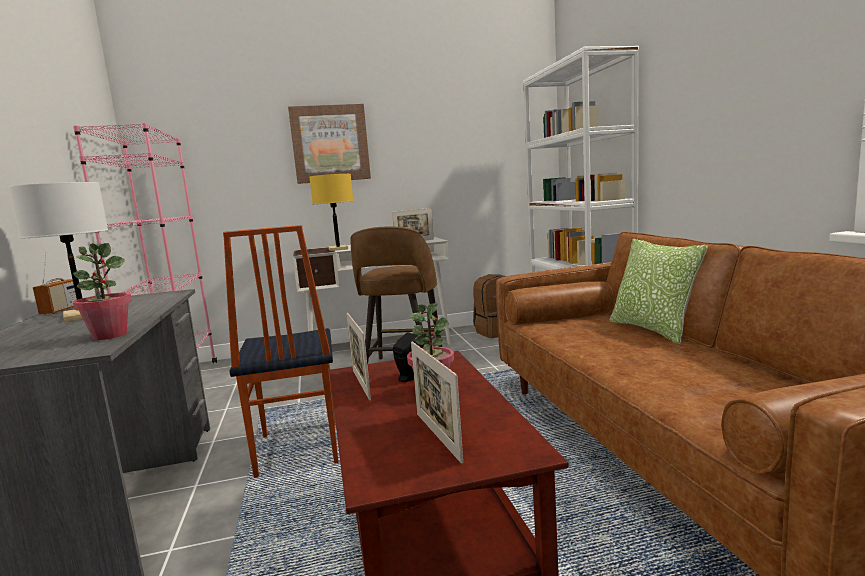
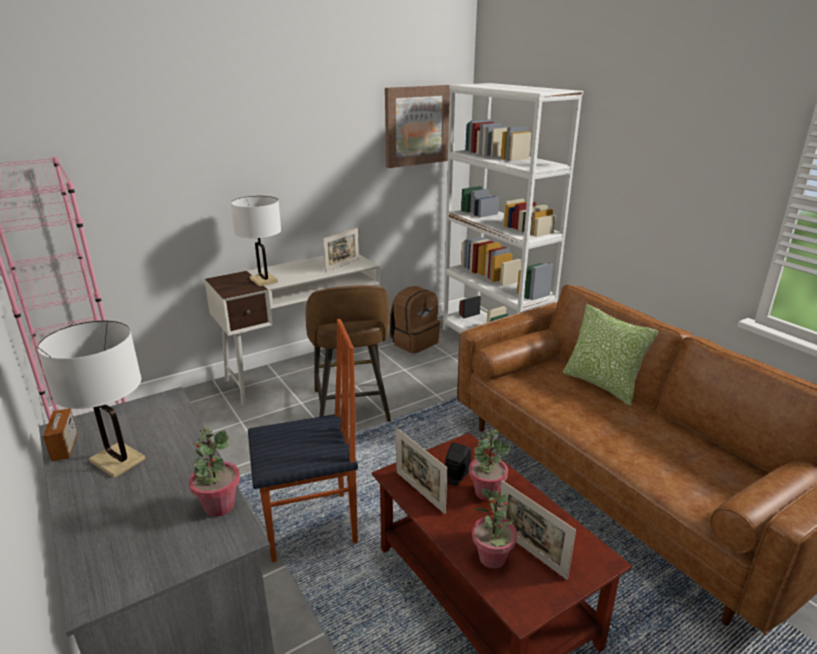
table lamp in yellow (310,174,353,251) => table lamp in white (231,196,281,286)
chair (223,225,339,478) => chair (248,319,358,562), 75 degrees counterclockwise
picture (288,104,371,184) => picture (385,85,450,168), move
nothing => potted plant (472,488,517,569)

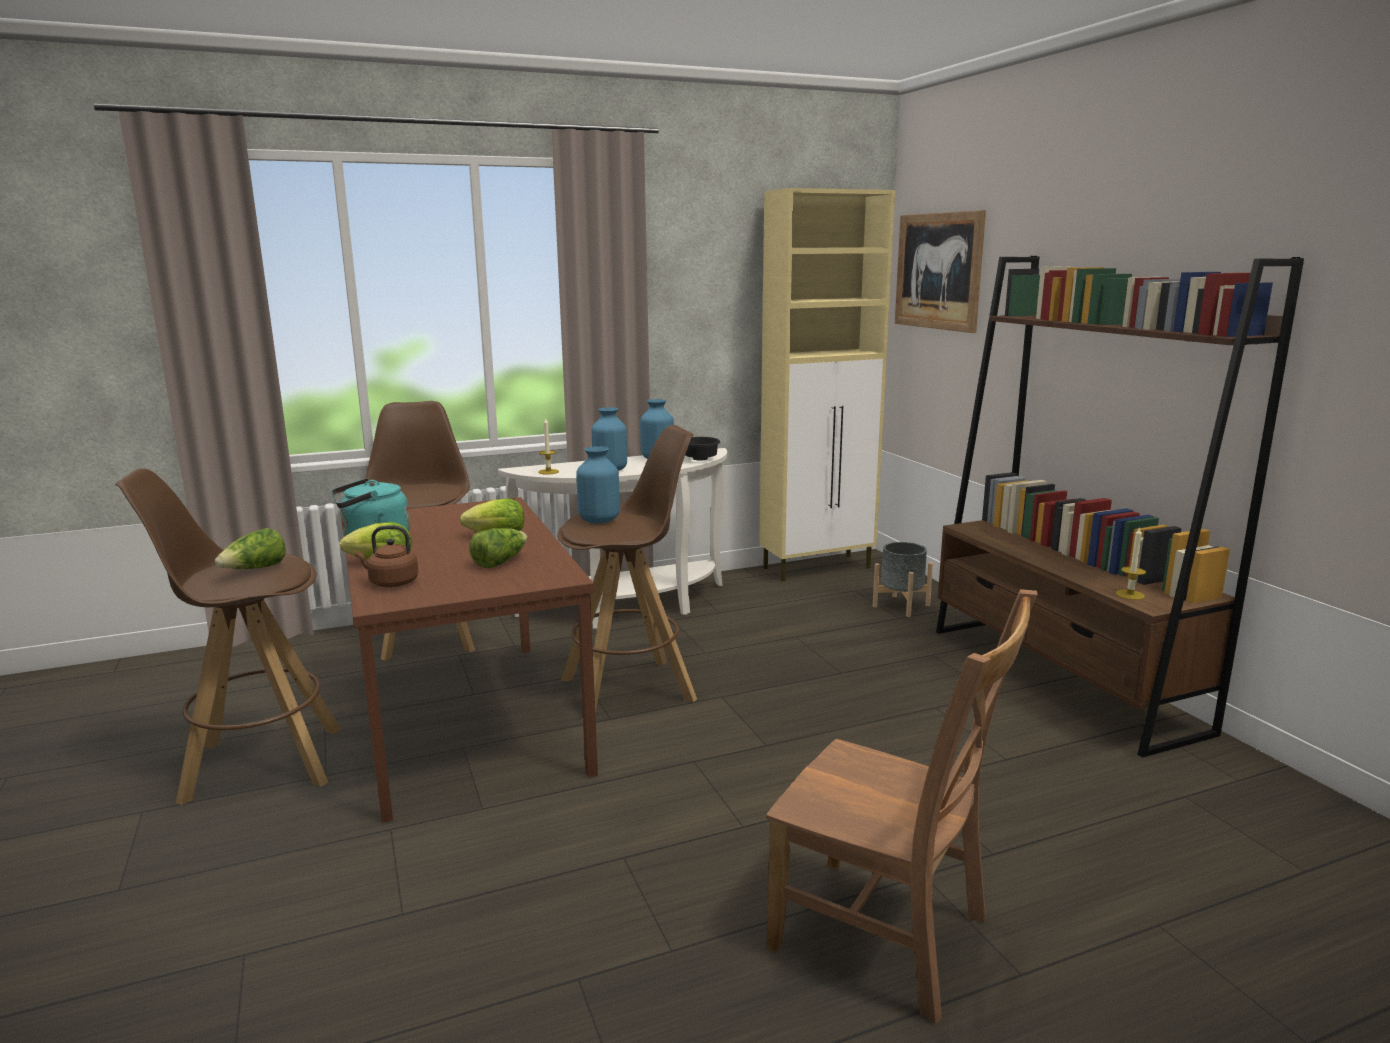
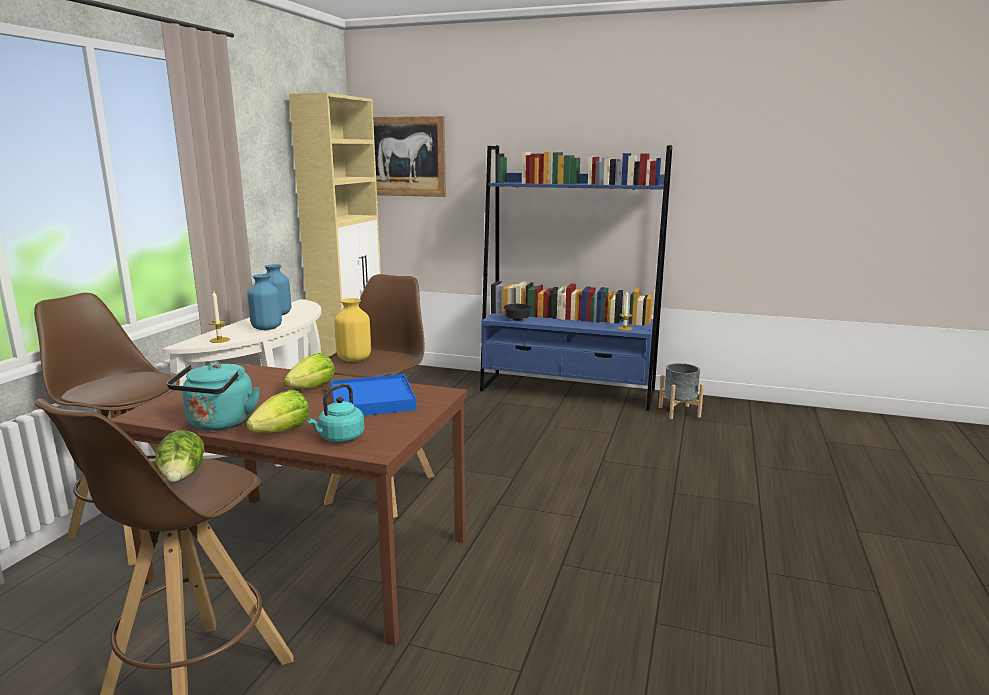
kettle in brown (355,526,419,587) => kettle in turquoise (307,384,364,442)
lettuce (469,528,528,568) => tray in blue (331,374,417,416)
vase in blue (576,446,620,524) => vase in yellow (334,298,371,362)
bookcase in brown (936,256,1304,757) => bookcase in blue (480,145,672,411)
bowl in black (685,437,720,461) => bowl in black (504,304,532,321), move
planter in grey (873,542,933,617) => planter in grey (659,363,704,419), move
chair in brown (766,589,1037,1024) => nothing

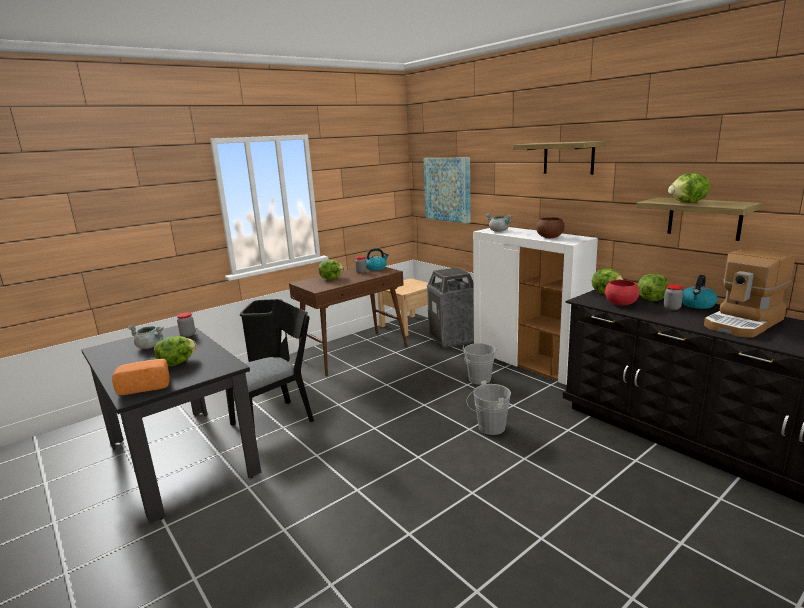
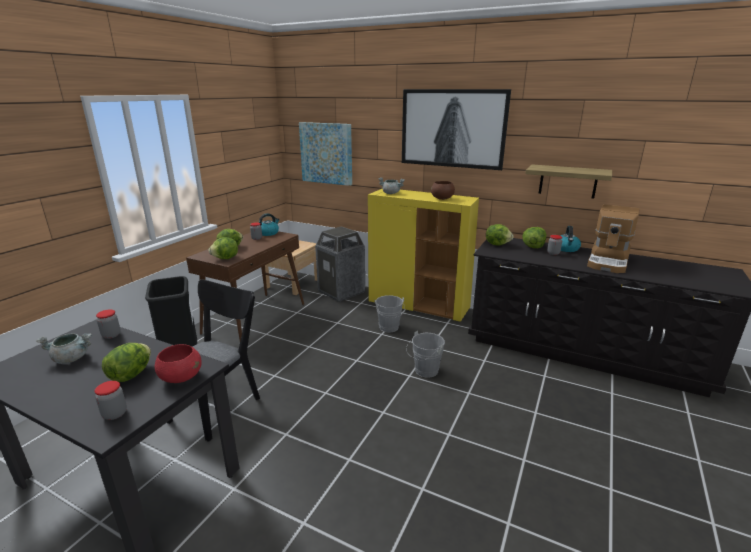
bread (112,359,170,395) => jar (94,381,127,420)
bowl in red (605,280,640,305) => bowl in red (155,344,202,383), move
lettuce (668,173,710,203) => lettuce (209,237,238,259), move
cabinet in white (473,227,598,386) => cabinet in yellow (368,189,479,322)
shelf (513,141,607,175) => picture (402,89,511,170)

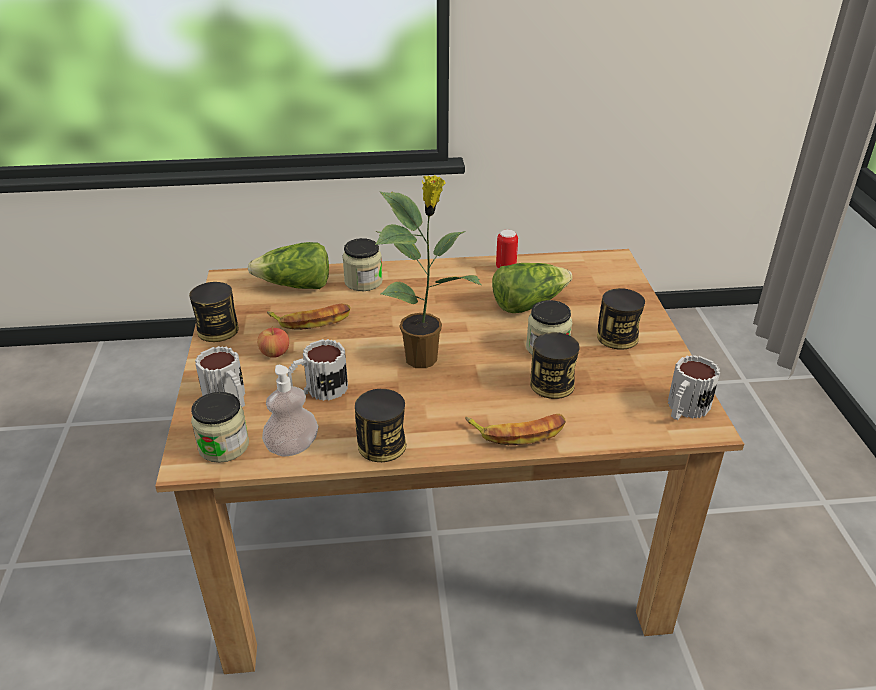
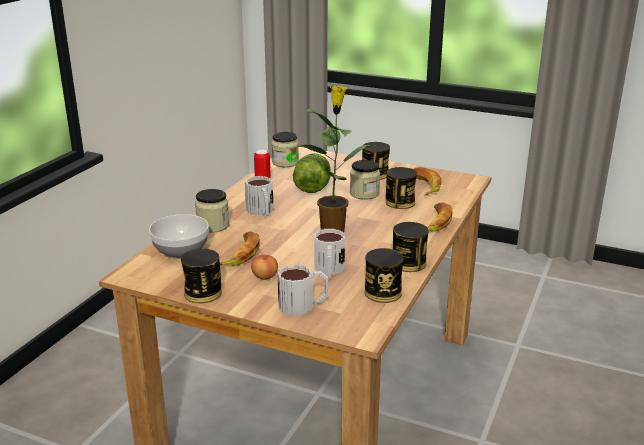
lettuce (248,242,329,289) => bowl (149,214,209,259)
mug (668,355,720,420) => mug (245,176,273,217), move
jar (191,392,249,463) => jar (271,132,299,167), move
soap dispenser (262,365,319,456) => can (365,248,403,303)
nothing => banana (413,167,442,196)

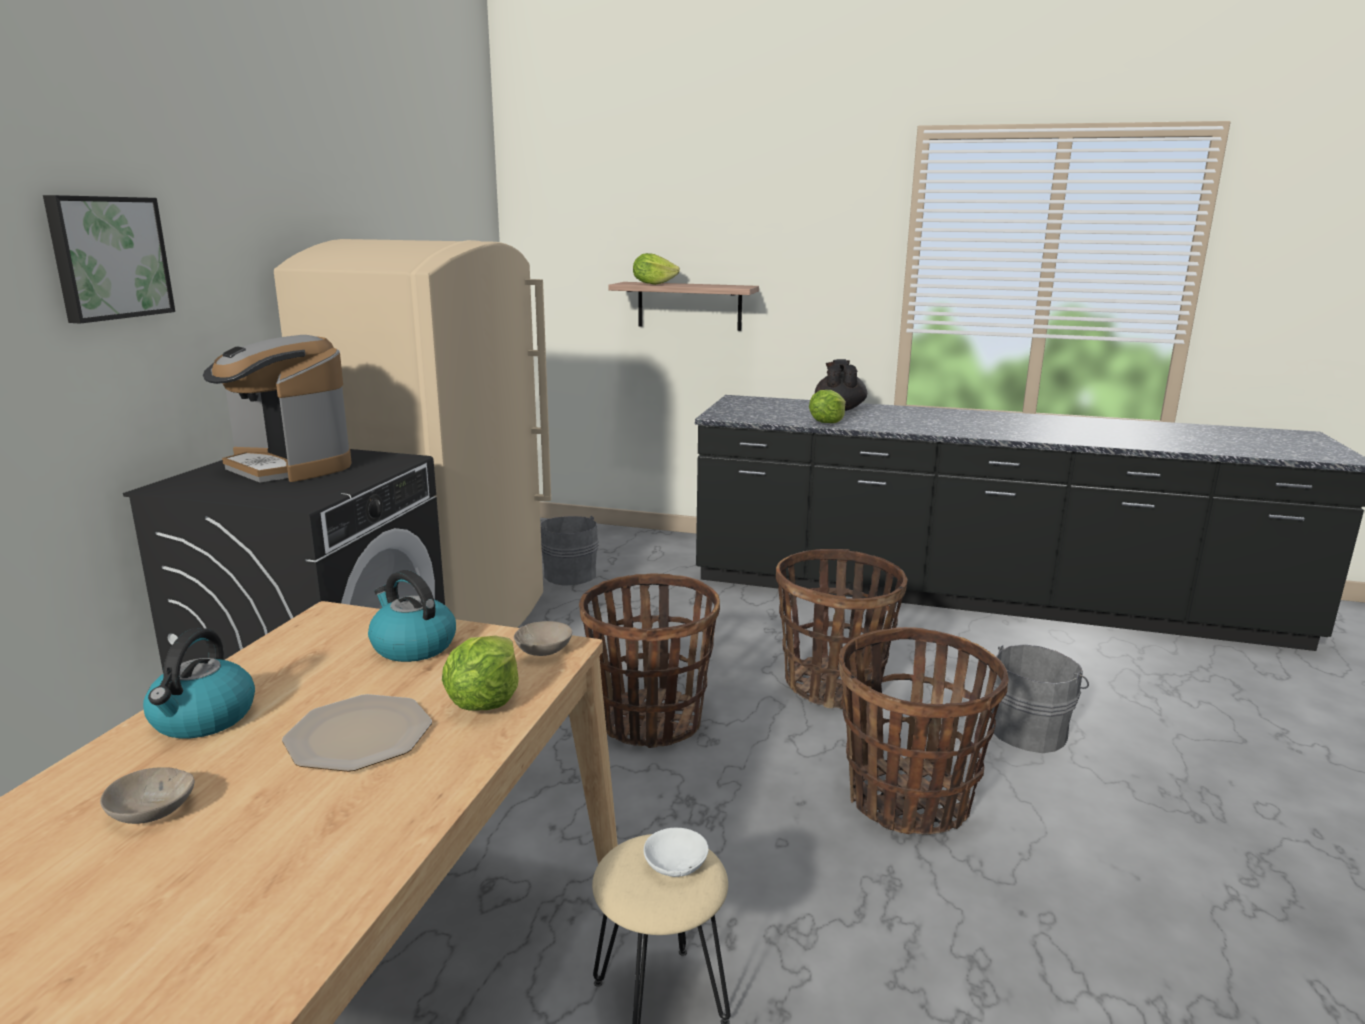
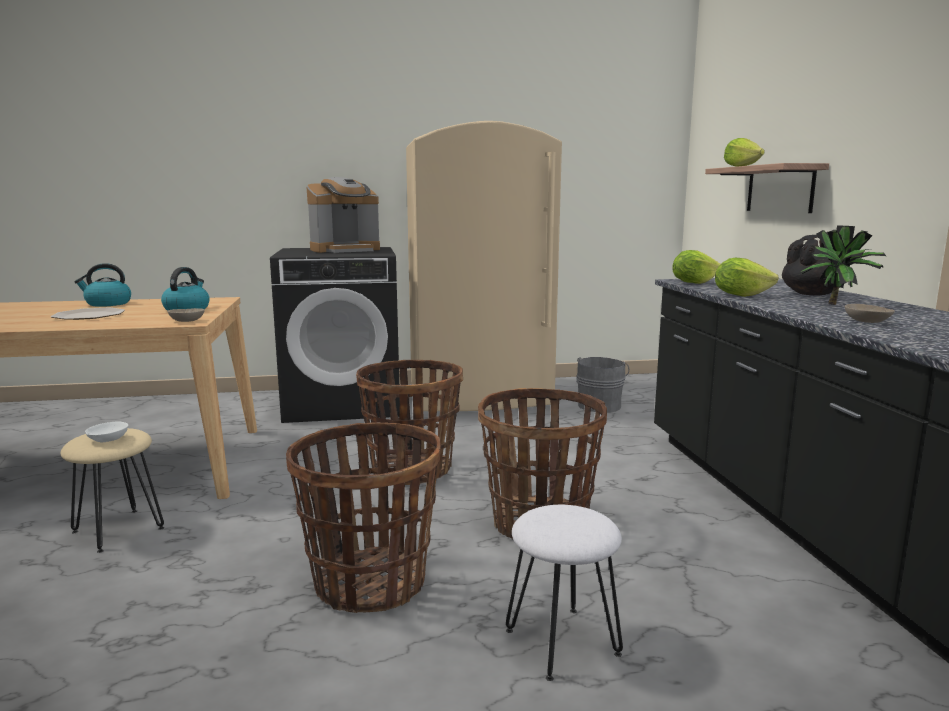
coffee machine (203,335,352,483) => coffee machine (307,177,380,253), 135 degrees counterclockwise
bucket in grey (992,644,1089,753) => stool in white (506,505,623,681)
lettuce (442,635,519,711) => lettuce (672,250,721,284), move
nothing => potted plant (799,226,886,305)
bowl in beige (100,767,194,824) => bowl in beige (845,304,895,323), move
picture (43,195,175,324) => nothing

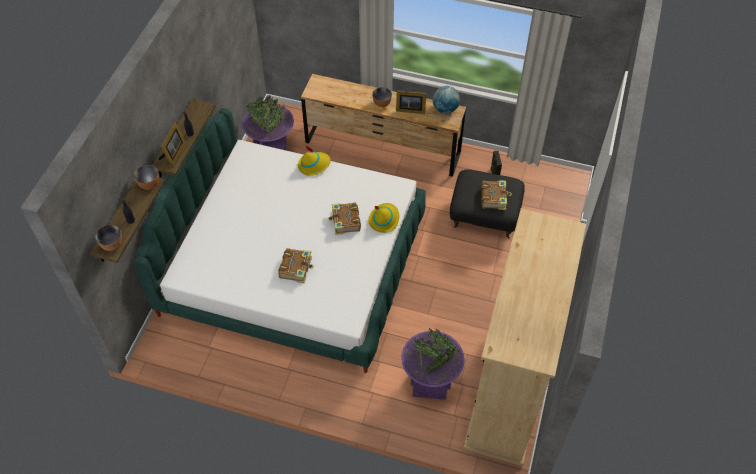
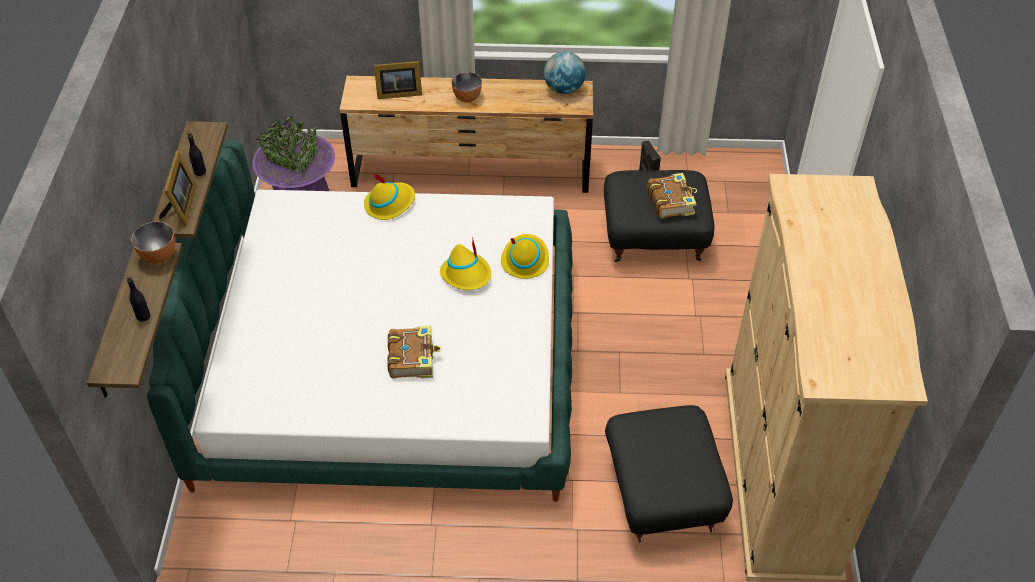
picture frame (396,90,426,114) => picture frame (374,61,422,99), move
book (328,202,361,235) => hat in yellow (440,237,491,290)
planter in purple (401,328,465,400) => ottoman in black (605,405,733,543)
bowl (95,225,122,251) => nothing

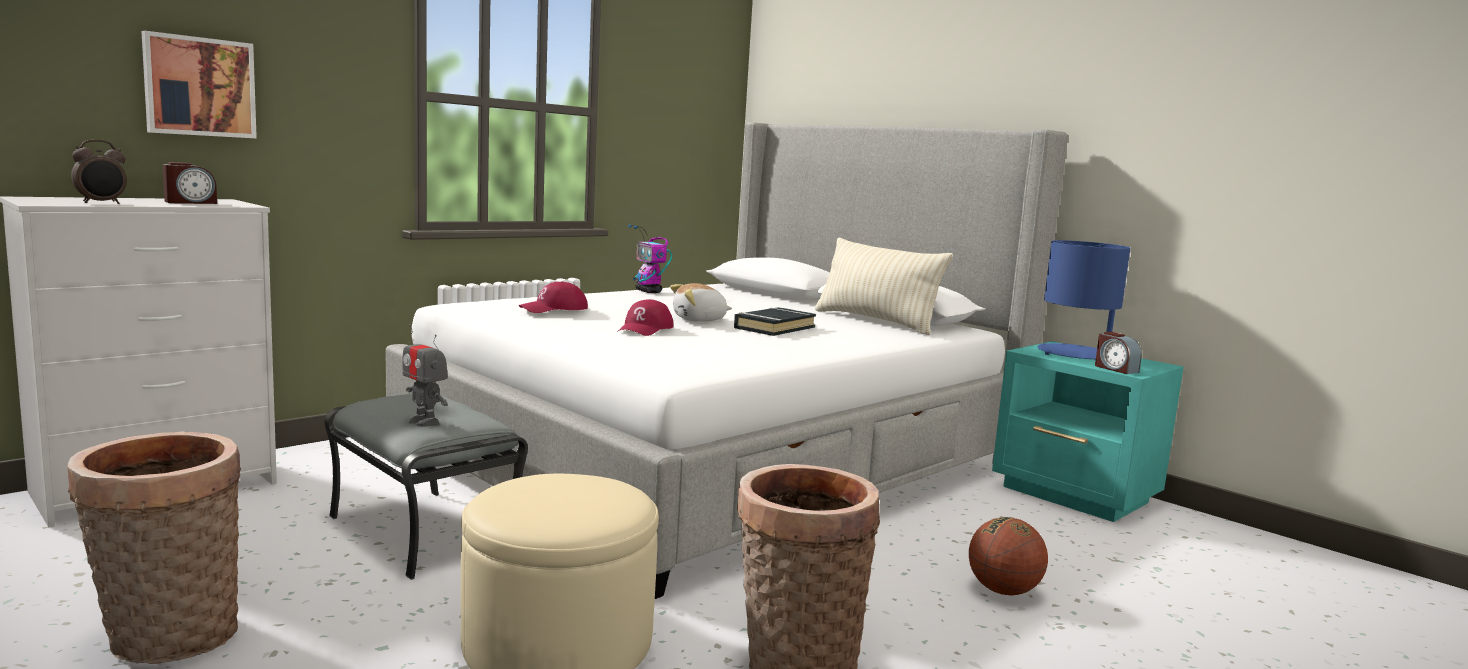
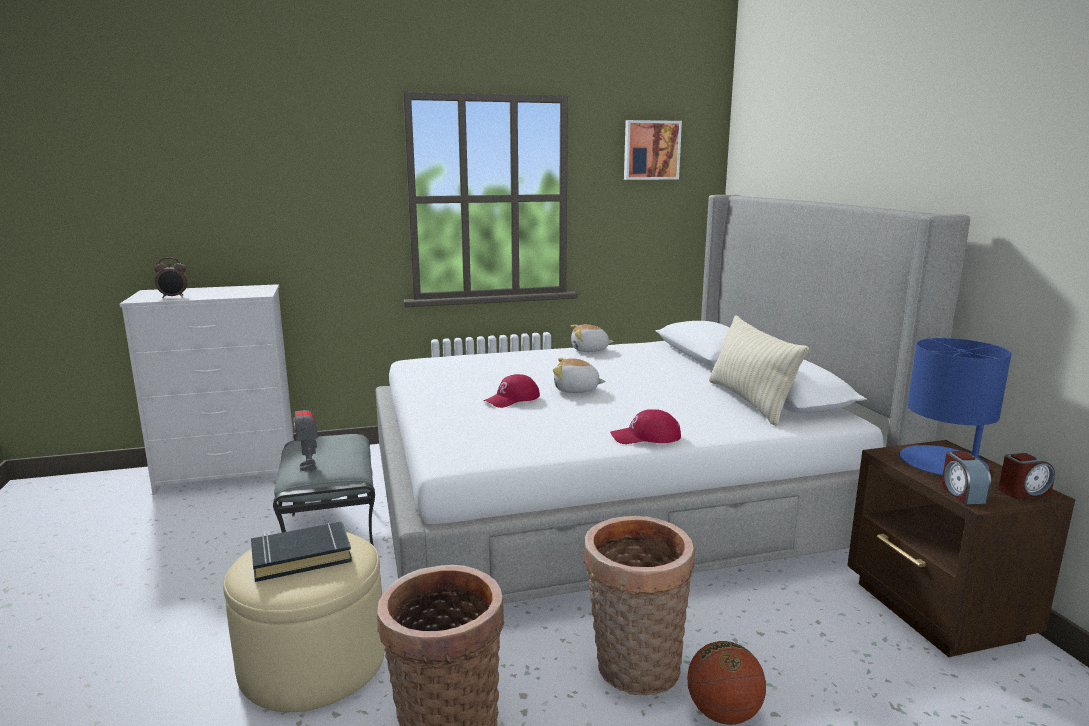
book in black (734,307,816,336) => book in black (251,521,352,582), move
toy robot (628,224,672,293) => plush toy (570,324,614,352)
basket (68,432,241,664) => basket (583,516,695,695), move
cap in red (519,281,588,313) => cap in red (610,409,681,444), move
picture (141,31,257,139) => picture (624,120,682,180), move
nightstand in turquoise (992,341,1184,522) => nightstand in brown (847,440,1075,657)
alarm clock (163,162,217,204) => alarm clock (998,453,1055,498), move

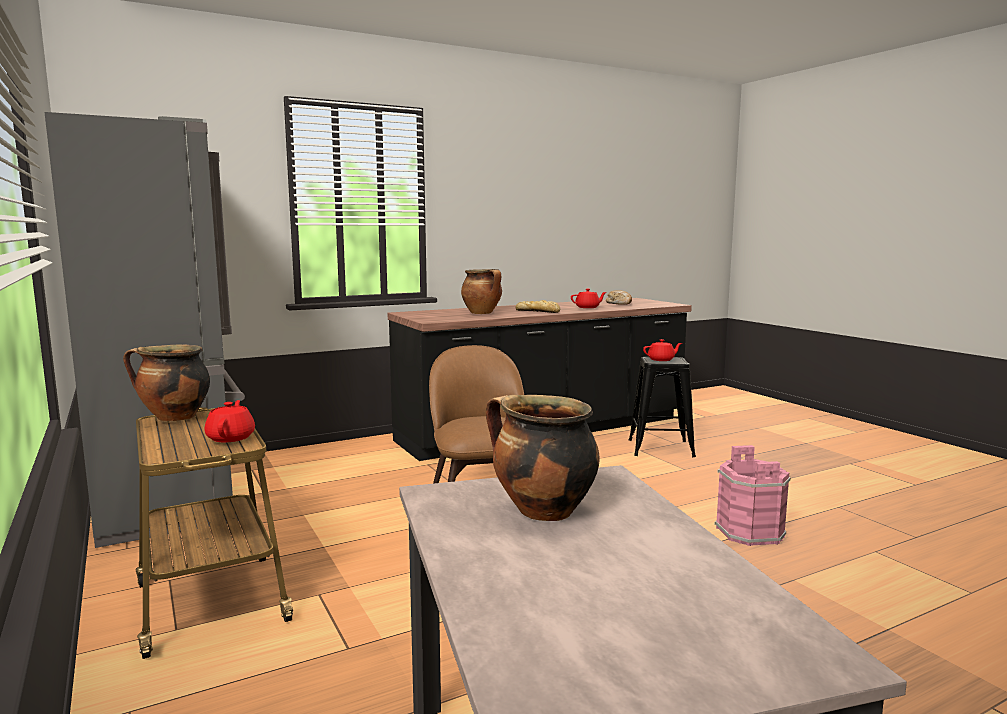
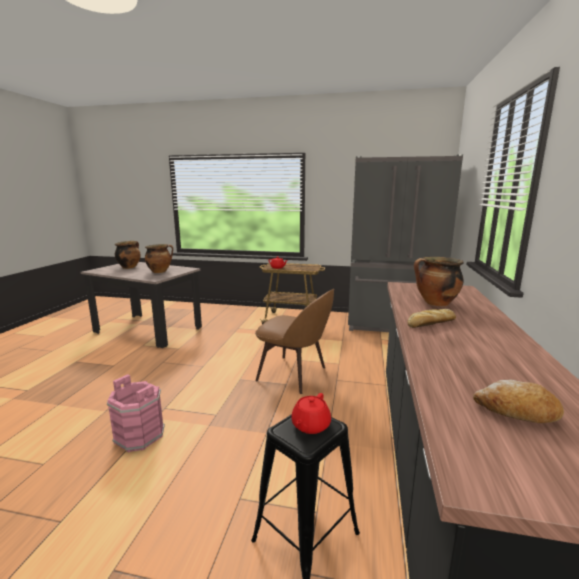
cooking pot (123,344,210,421) => cooking pot (115,241,141,269), move
teapot in red (571,289,606,308) => nothing

